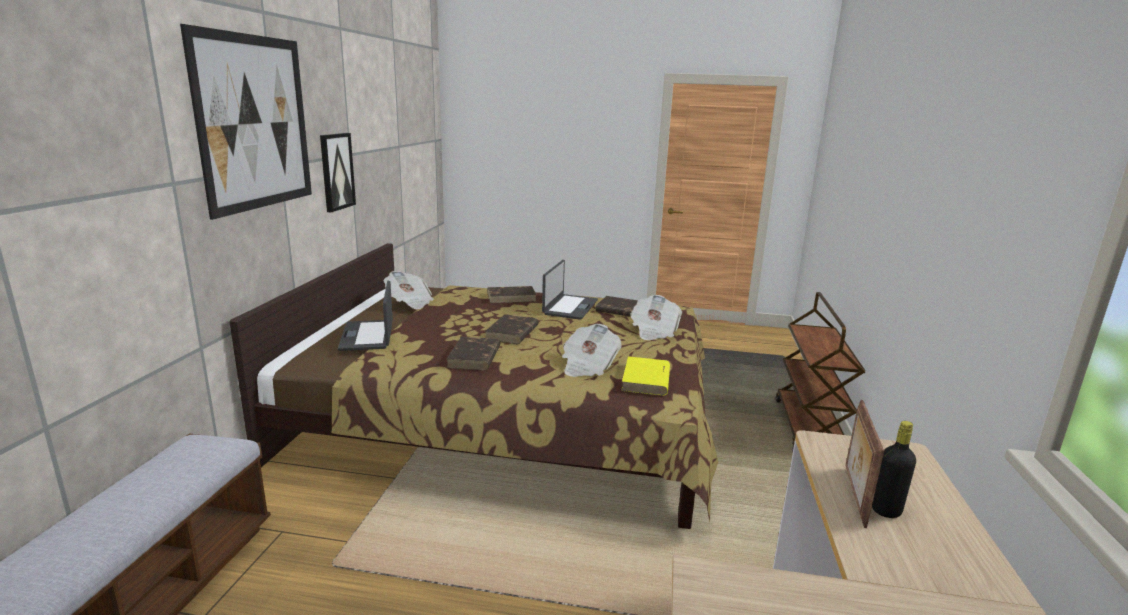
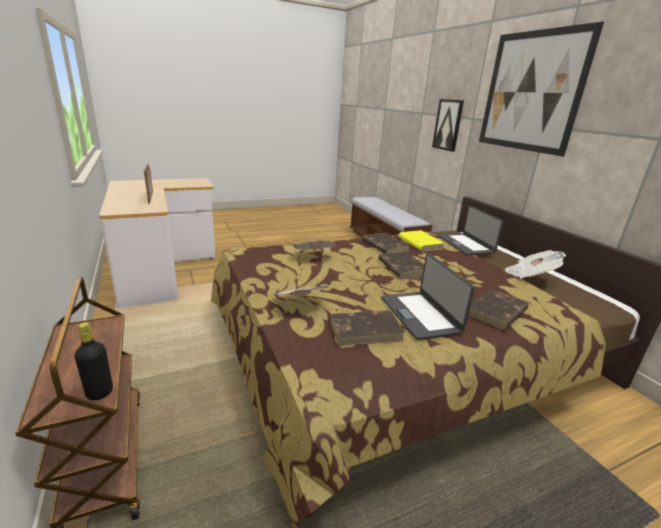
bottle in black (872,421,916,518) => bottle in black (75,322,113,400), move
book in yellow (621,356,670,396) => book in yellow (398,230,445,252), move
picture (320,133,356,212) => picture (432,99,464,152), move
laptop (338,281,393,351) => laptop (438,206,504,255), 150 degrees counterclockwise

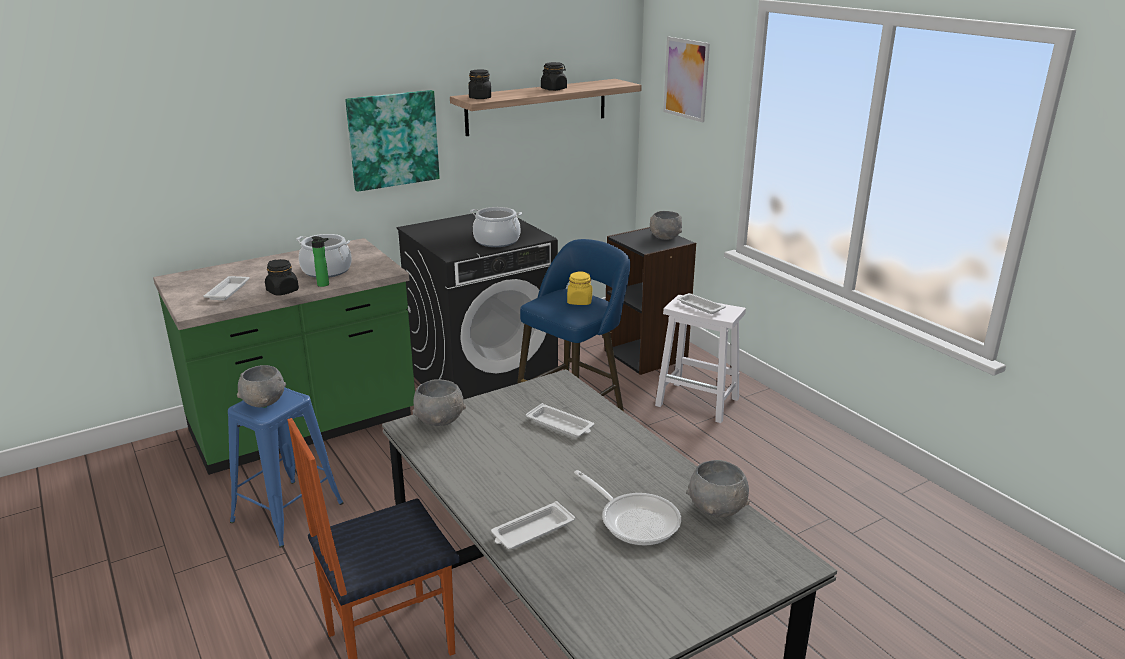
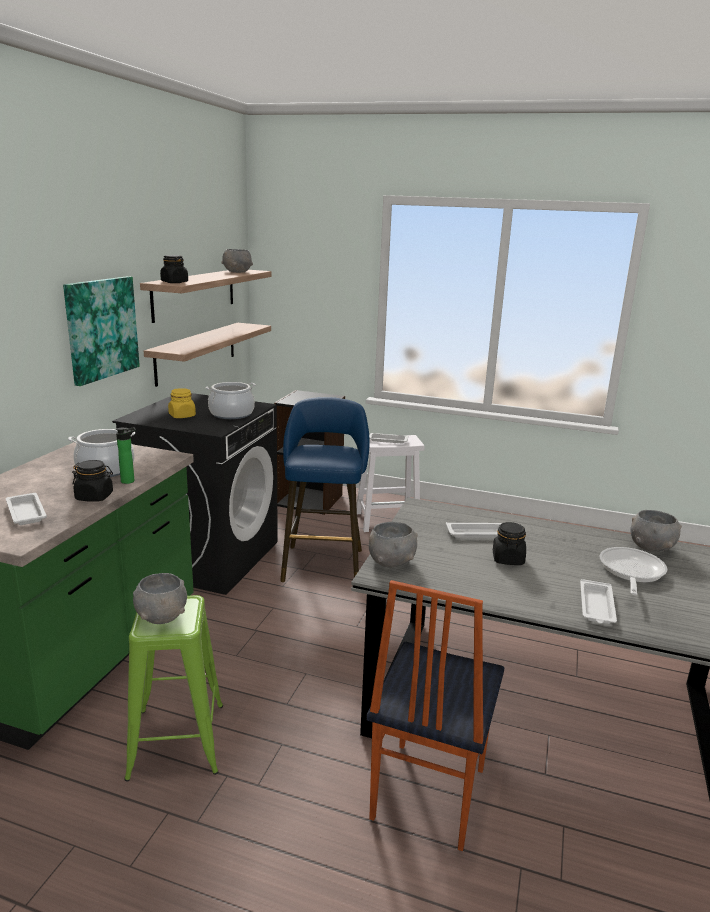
stool in blue (228,387,344,548) => stool in green (124,595,223,782)
nothing => shelf (144,323,271,387)
jar in yellow (567,271,592,305) => jar in yellow (168,388,196,418), move
bowl in grey (650,211,682,240) => bowl in grey (222,249,253,273), move
jar in black (541,62,567,91) => jar in black (493,522,526,565), move
frying pan (574,470,681,546) => frying pan (600,547,667,595), 75 degrees counterclockwise
picture (663,36,710,123) => nothing

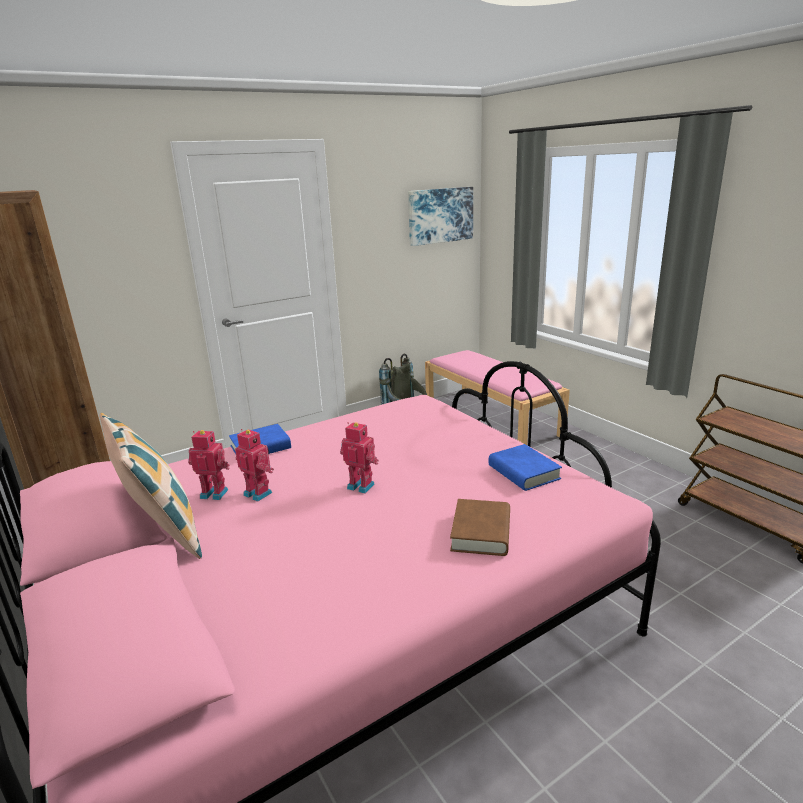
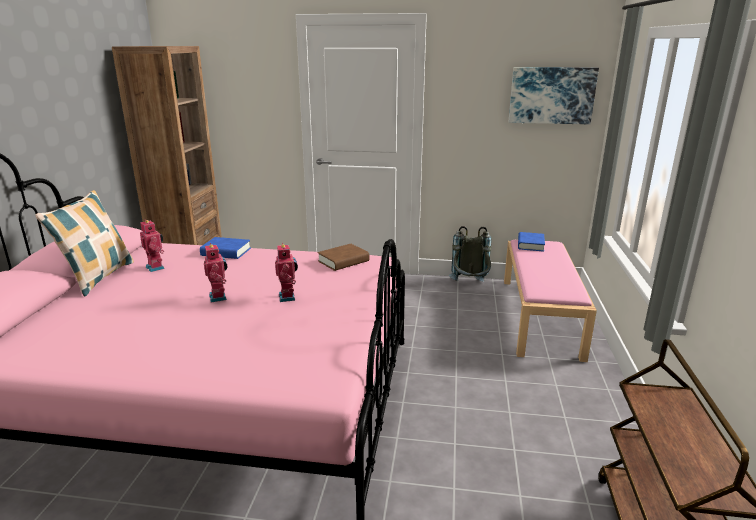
toy robot (235,429,274,502) => toy robot (275,243,298,302), move
book in brown (450,499,510,556) => book in brown (317,244,370,271), move
book in blue (489,444,562,491) => book in blue (518,232,545,252), move

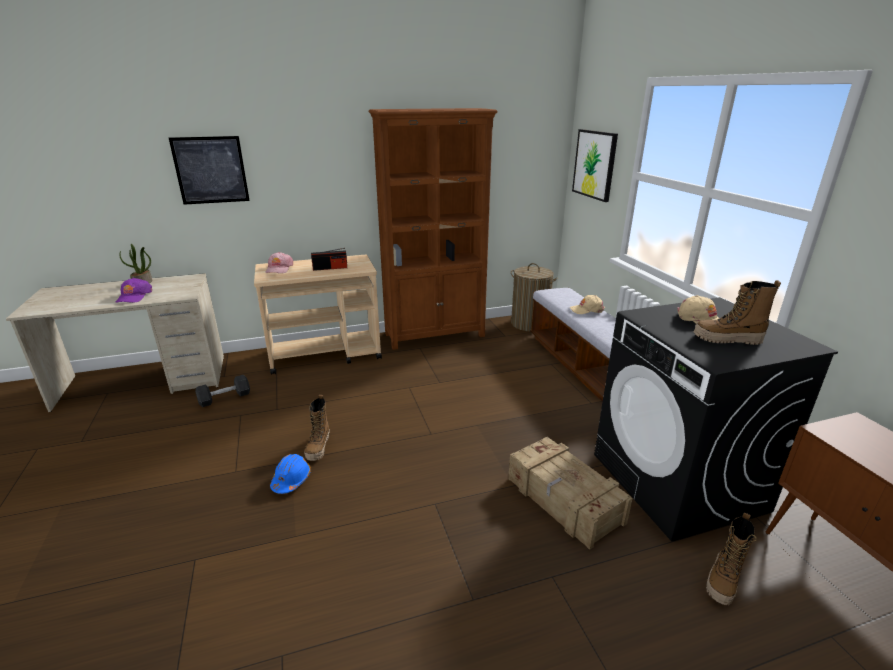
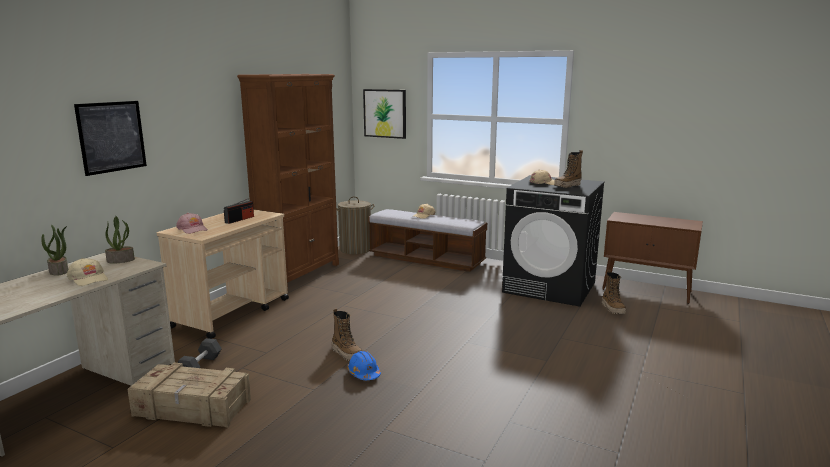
cap in purple (116,278,152,303) => cap in beige (67,258,108,286)
nothing => potted plant (105,216,135,264)
crate (508,437,633,550) => crate (127,363,251,428), move

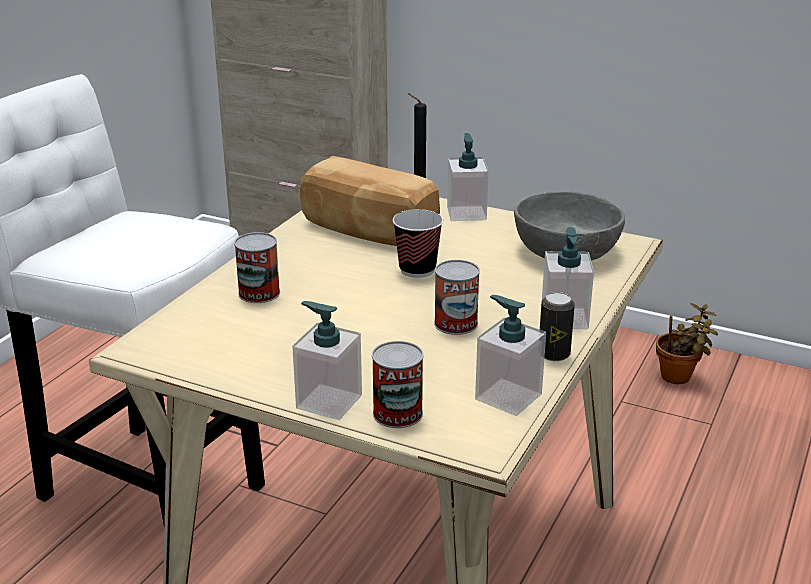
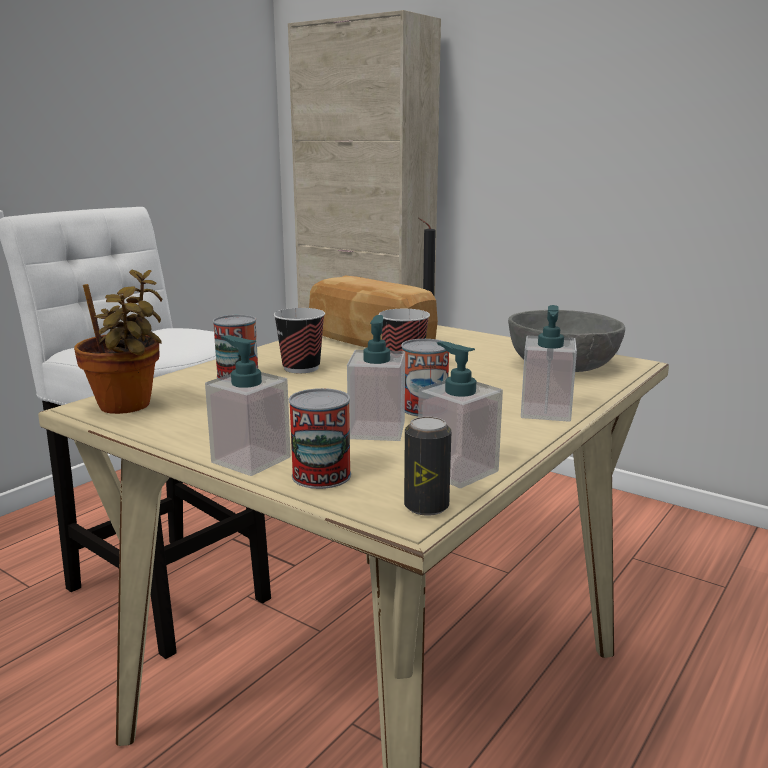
potted plant (656,303,718,384) => potted plant (74,270,163,414), move
nothing => cup (274,308,325,373)
soap dispenser (447,133,489,221) => soap dispenser (347,315,405,441), move
can (540,292,575,361) => can (404,417,451,516), move

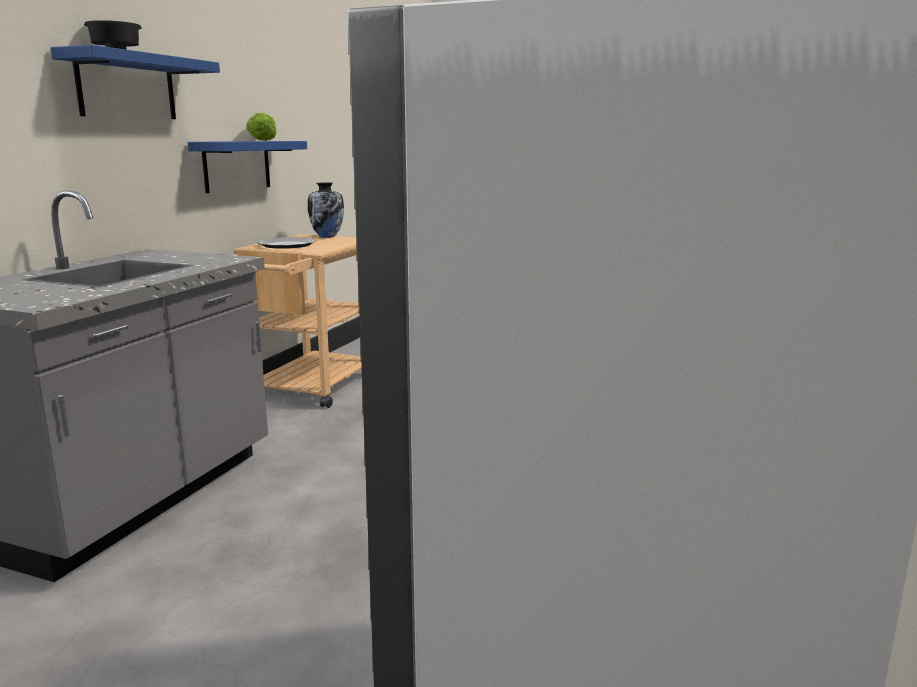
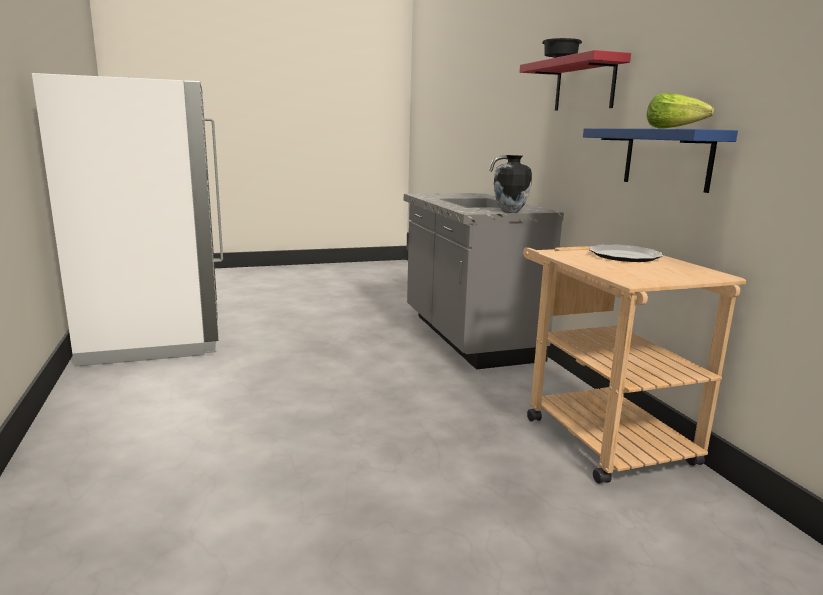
vase (308,182,344,238) => vase (494,155,532,213), move
shelf in blue (51,45,220,119) => shelf in red (520,50,631,111)

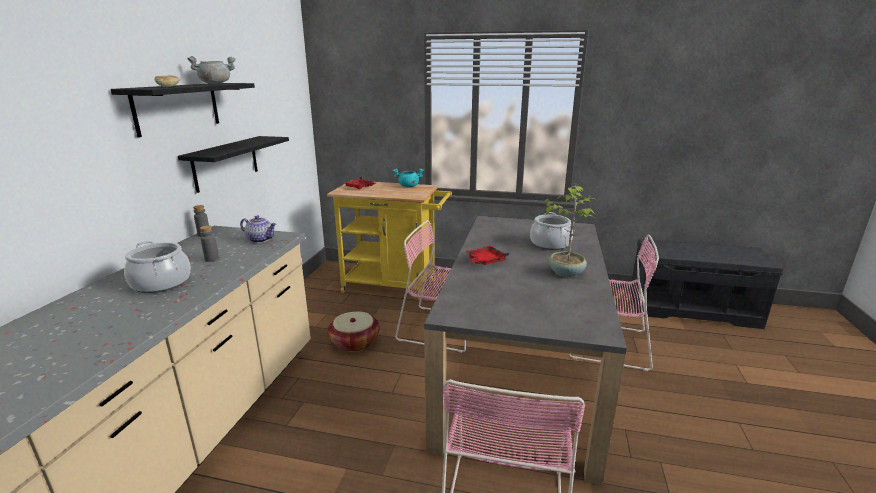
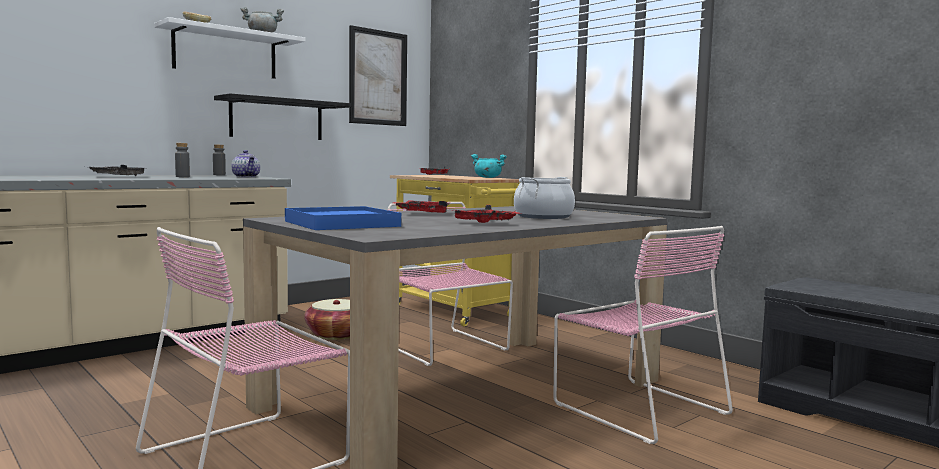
cooking pot (124,241,191,293) => tray in grey (89,165,144,176)
shelf in black (110,83,255,138) => shelf in white (154,17,306,79)
nothing => tray in blue (285,206,401,230)
nothing => picture (349,25,407,126)
potted plant (545,184,595,278) => tray in red (455,205,520,223)

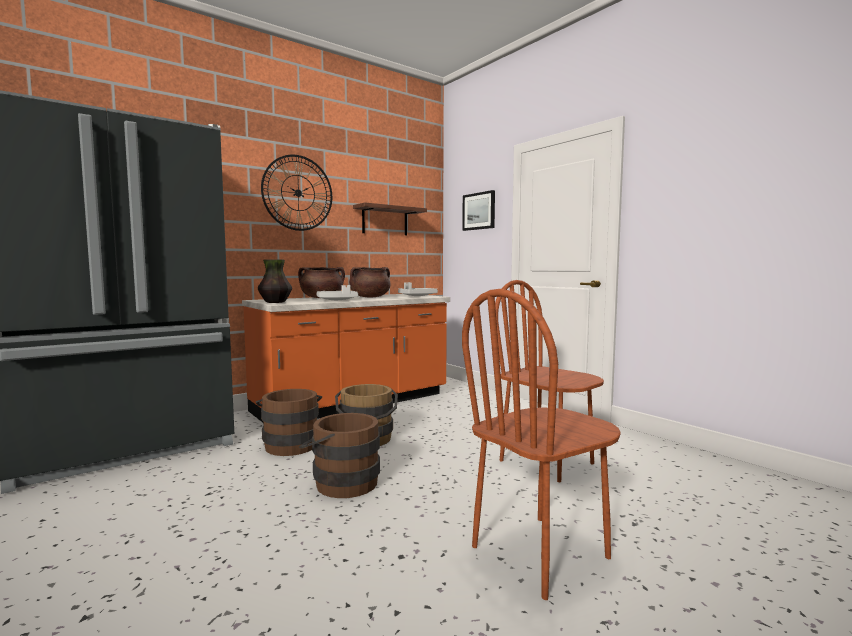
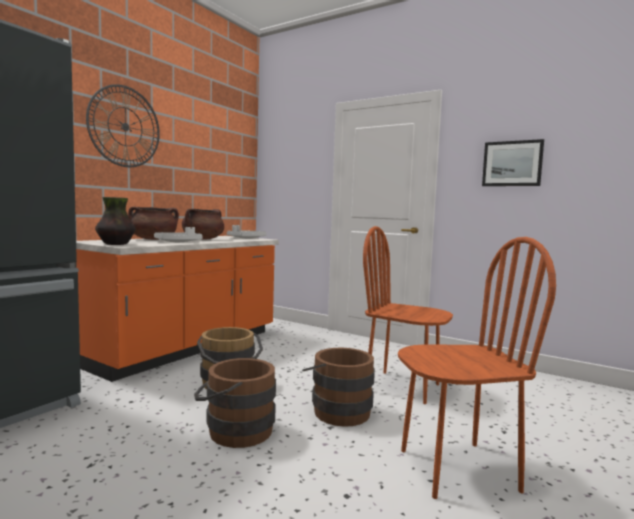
bucket in brown (256,389,322,456) => bucket in brown (302,348,375,427), move
chair in brown (462,289,621,600) => chair in brown (398,237,556,499), 135 degrees counterclockwise
picture (462,190,495,231) => picture (482,139,544,186), move
shelf (353,203,427,235) => nothing

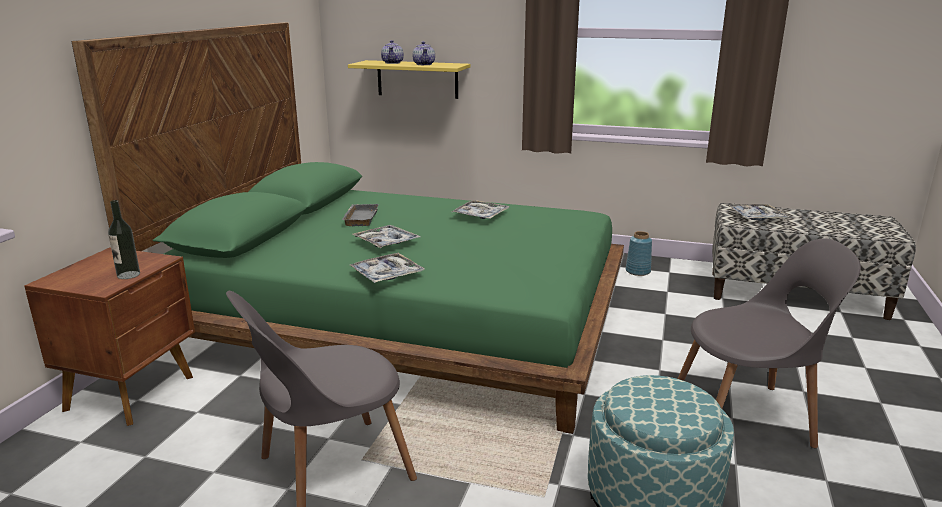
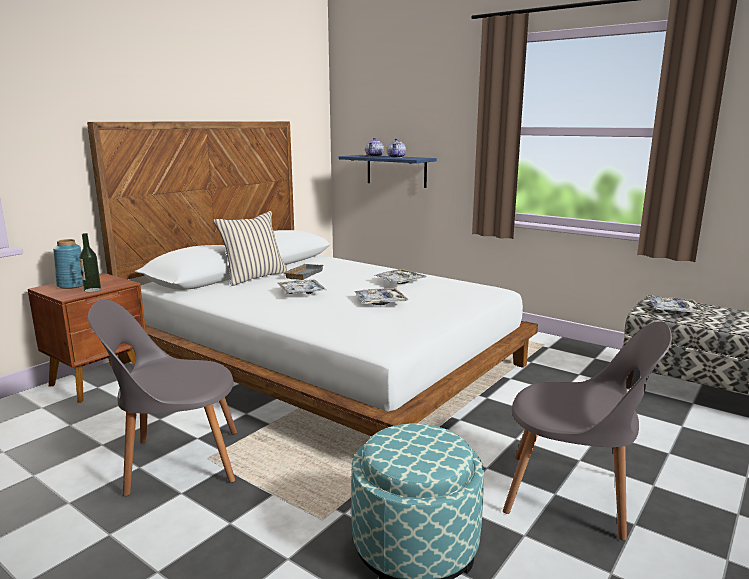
vase in blue (626,231,652,276) => vase in blue (53,239,83,289), move
bed in green (72,22,624,434) => bed in white (87,121,538,436)
nothing => pillow in beige (213,211,288,286)
shelf in yellow (348,60,470,99) => shelf in blue (339,155,437,188)
tray (350,253,425,283) => tray (354,288,409,305), move

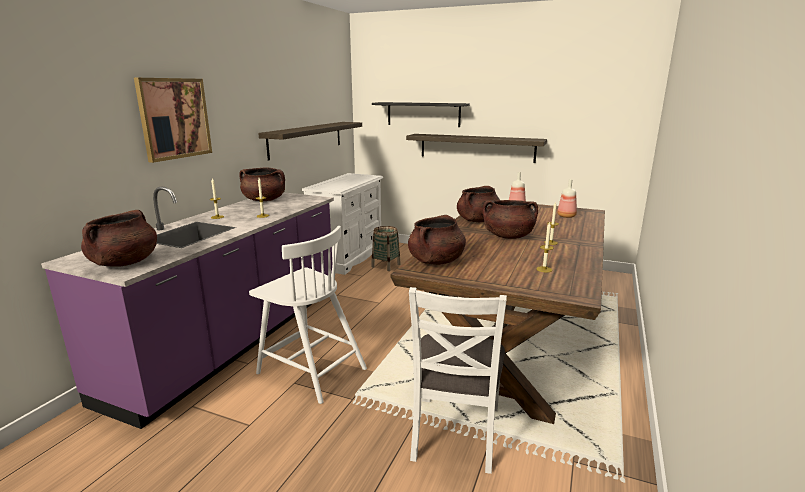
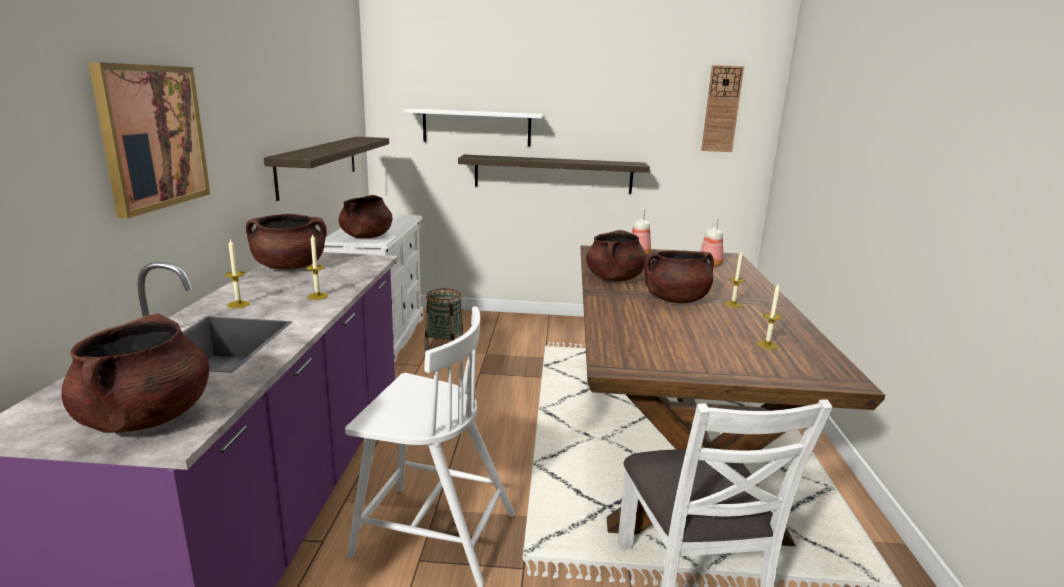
cooking pot in brown (408,215,466,265) => cooking pot in brown (339,195,393,238), move
shelf in black (372,102,470,127) => shelf in white (403,109,543,146)
nothing => wall clock (701,65,744,152)

